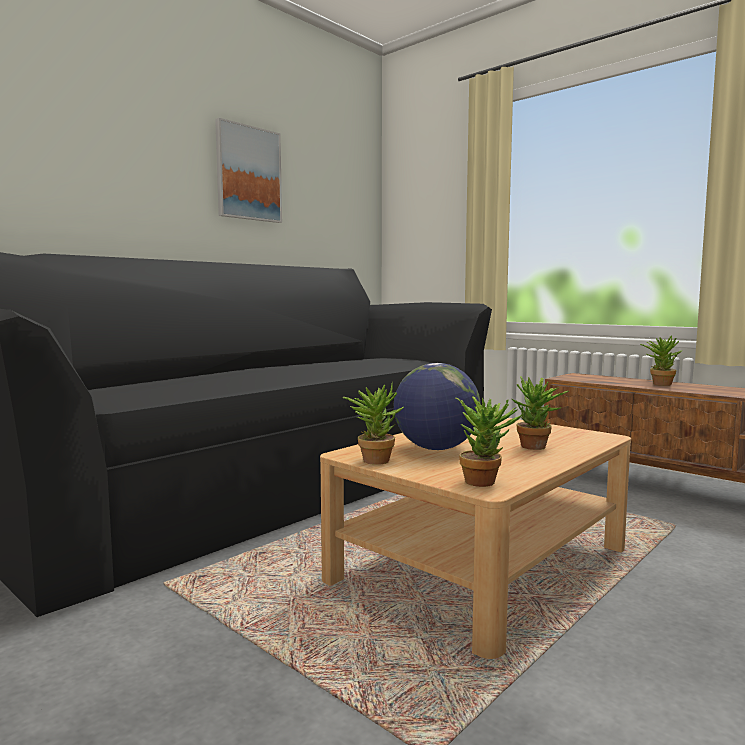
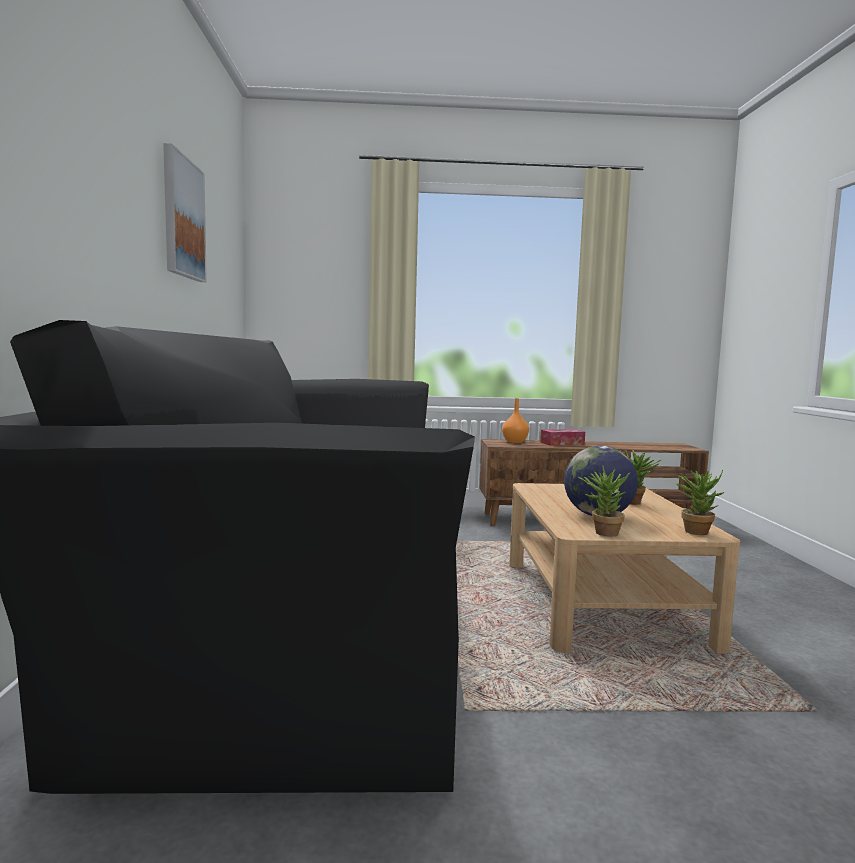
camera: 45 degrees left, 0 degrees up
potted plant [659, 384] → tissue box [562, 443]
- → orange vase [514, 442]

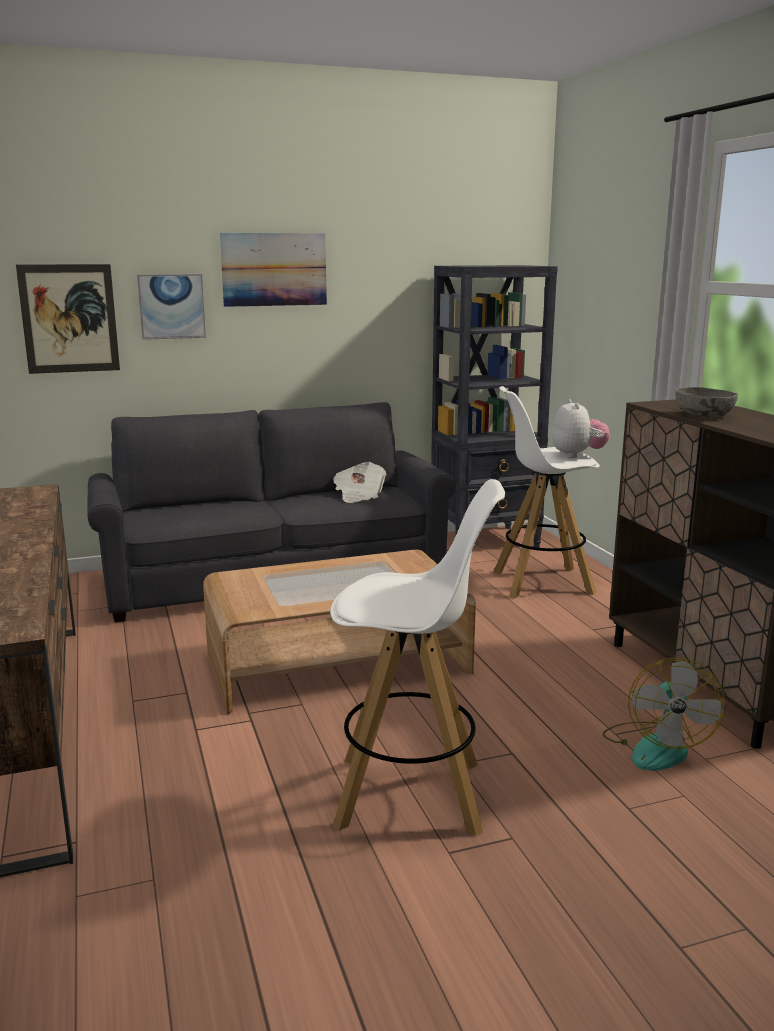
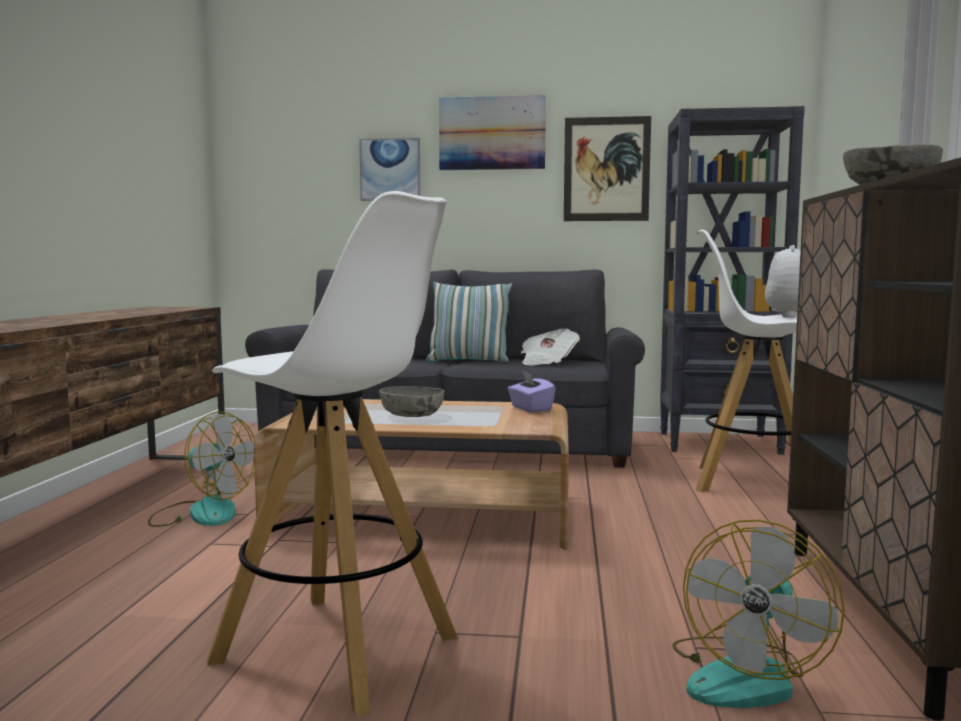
camera: 25 degrees right, 10 degrees down
picture [69, 318] → picture [606, 169], move
- → pillow [468, 361]
- → purple tissue box [530, 409]
- → grey bowl [412, 415]
- → fan [202, 513]

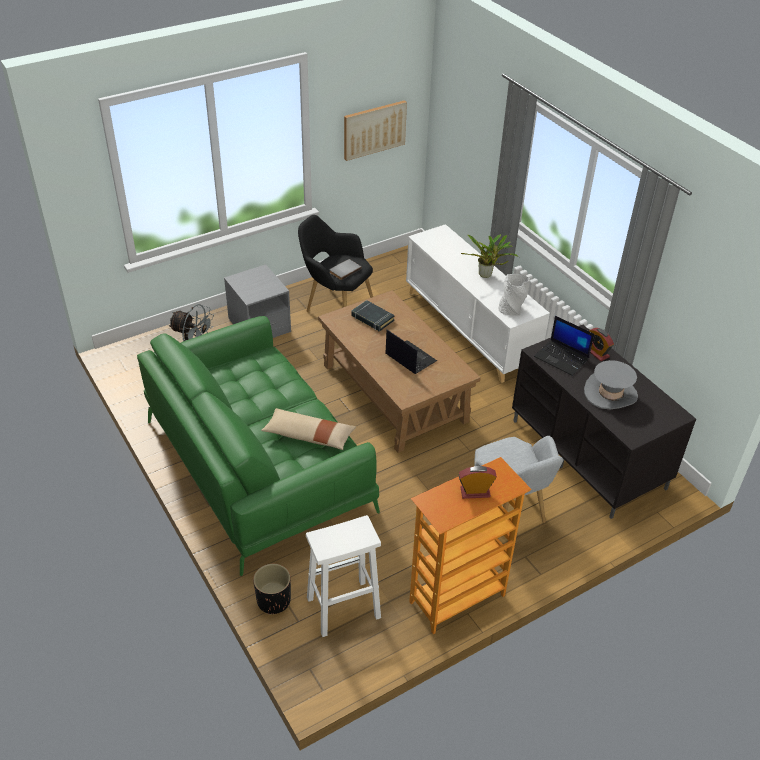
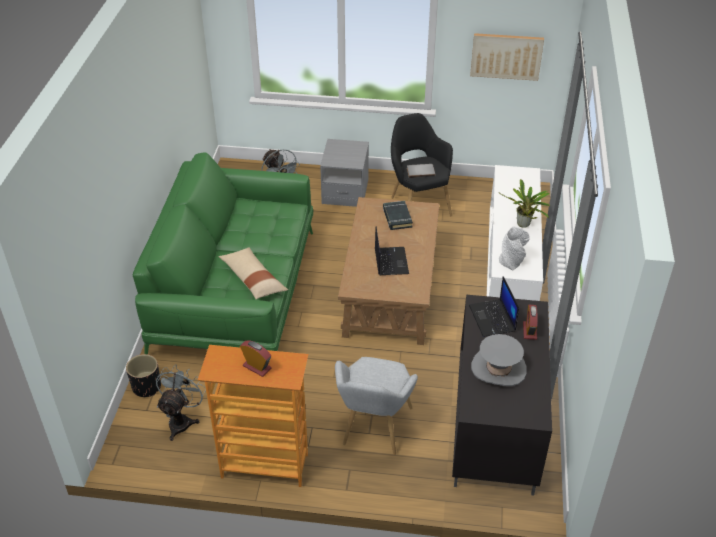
camera: 40 degrees right, 0 degrees up
white stool [342, 608] → grey fan [182, 420]

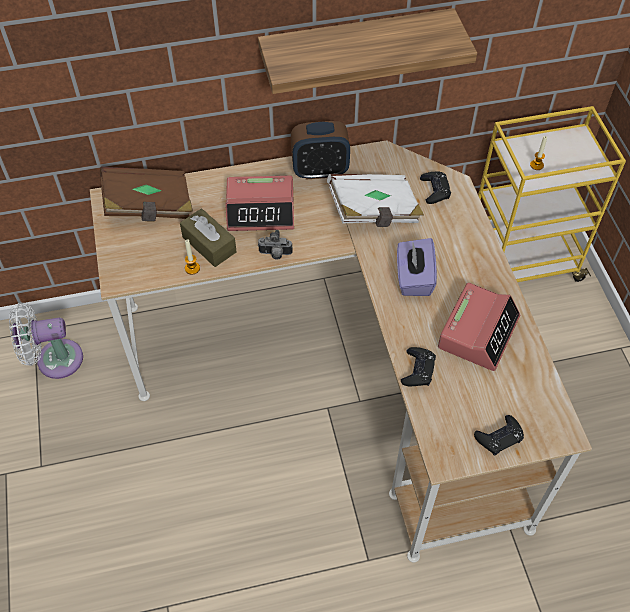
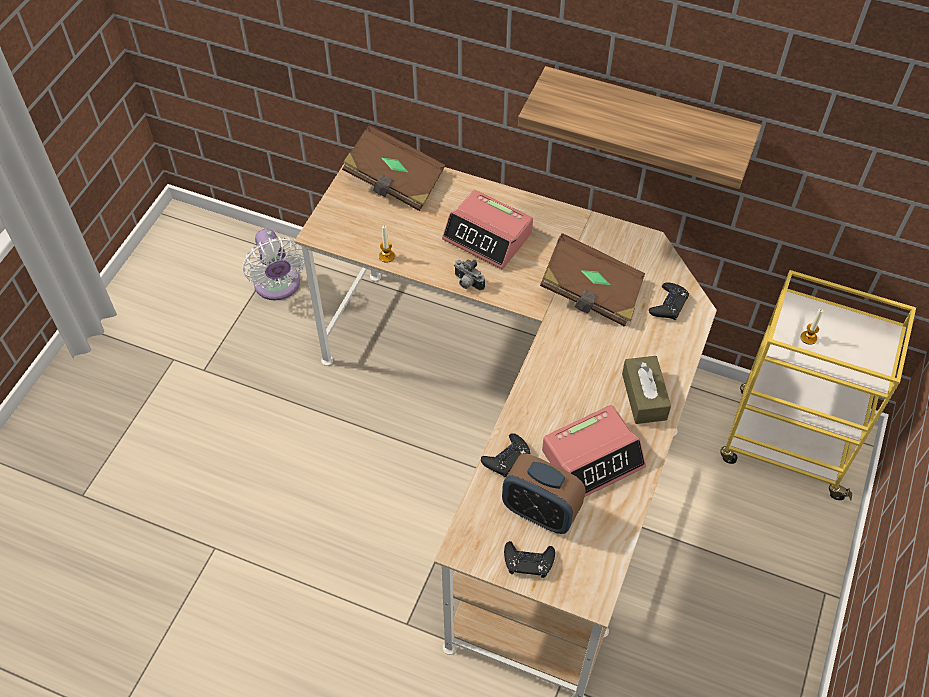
camera: 35 degrees right, 0 degrees up
alarm clock [320, 171] → alarm clock [540, 511], move
white book [374, 212] → brown book [591, 294]
brown tissue box [209, 244] → brown tissue box [644, 396], move
purple tissue box [413, 278] → -
white fan [54, 360] → white fan [278, 286], 135 degrees counterclockwise

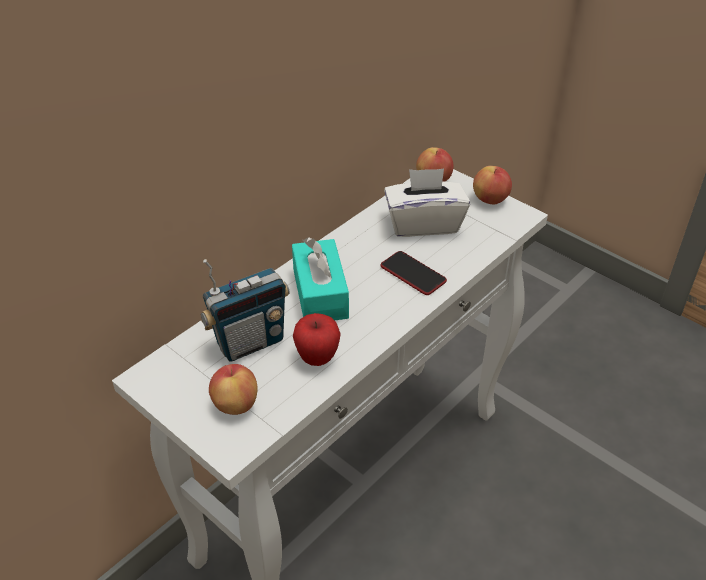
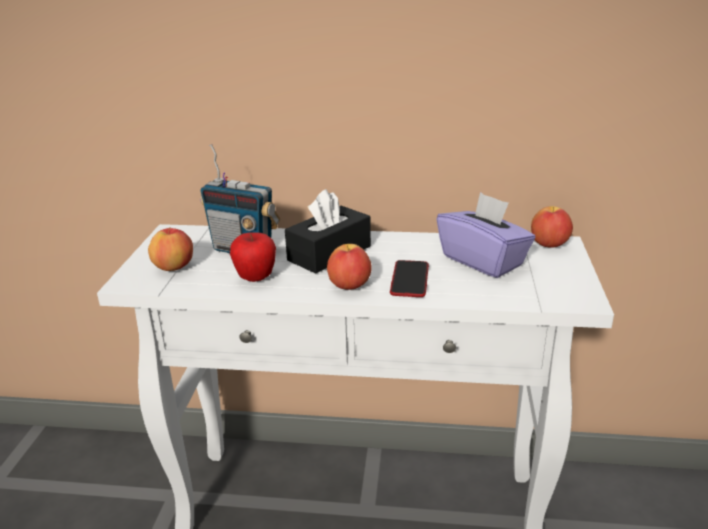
camera: 55 degrees right, 15 degrees down
apple [490, 199] → apple [349, 286], move
white tissue box [423, 223] → purple tissue box [483, 261]
turquoise tissue box [320, 293] → black tissue box [329, 253]

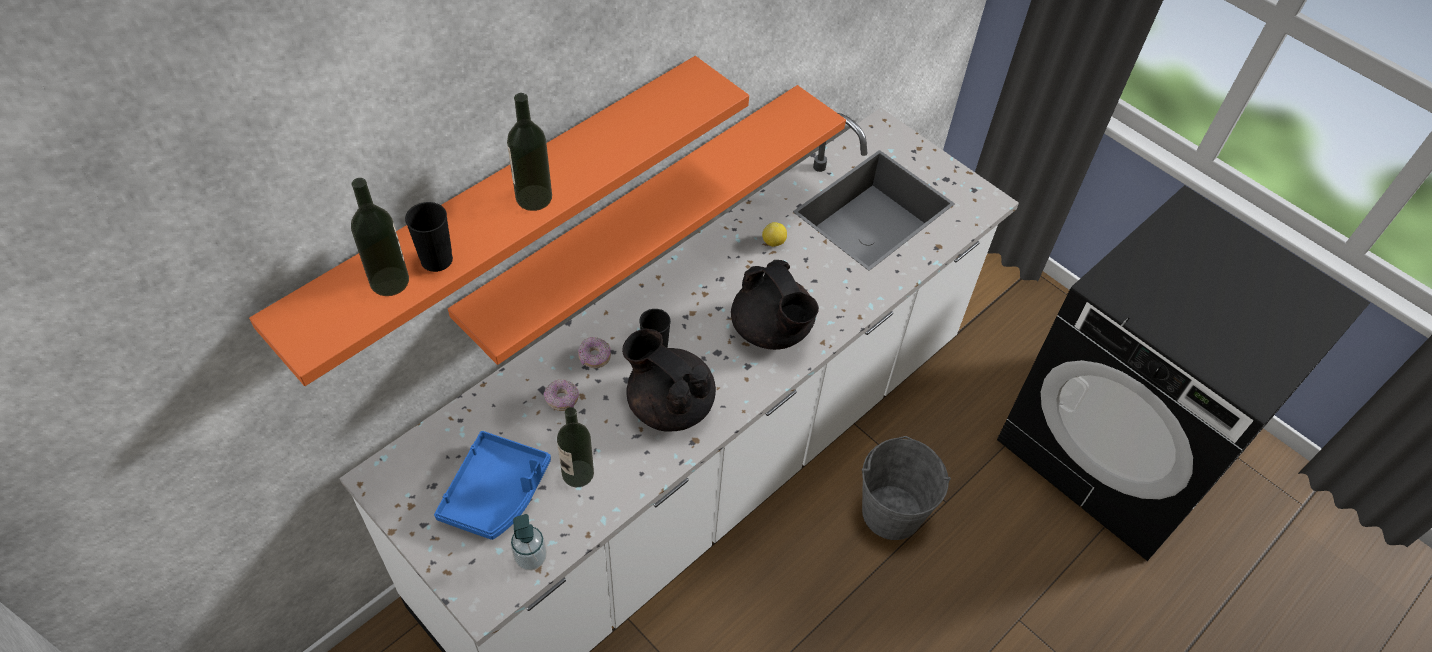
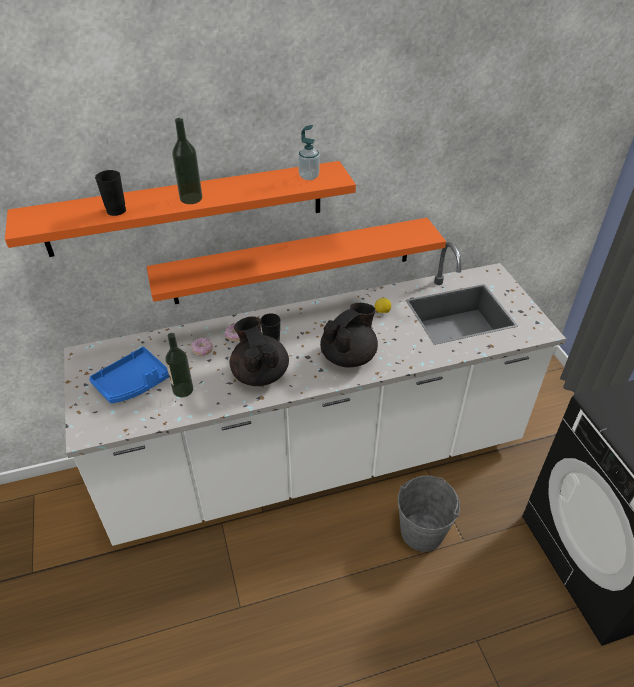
camera: 30 degrees right, 10 degrees down
bottle [389, 281] → -
black teapot [772, 330] → black teapot [349, 356], 135 degrees counterclockwise
soap dispenser [531, 558] → soap dispenser [309, 176], move

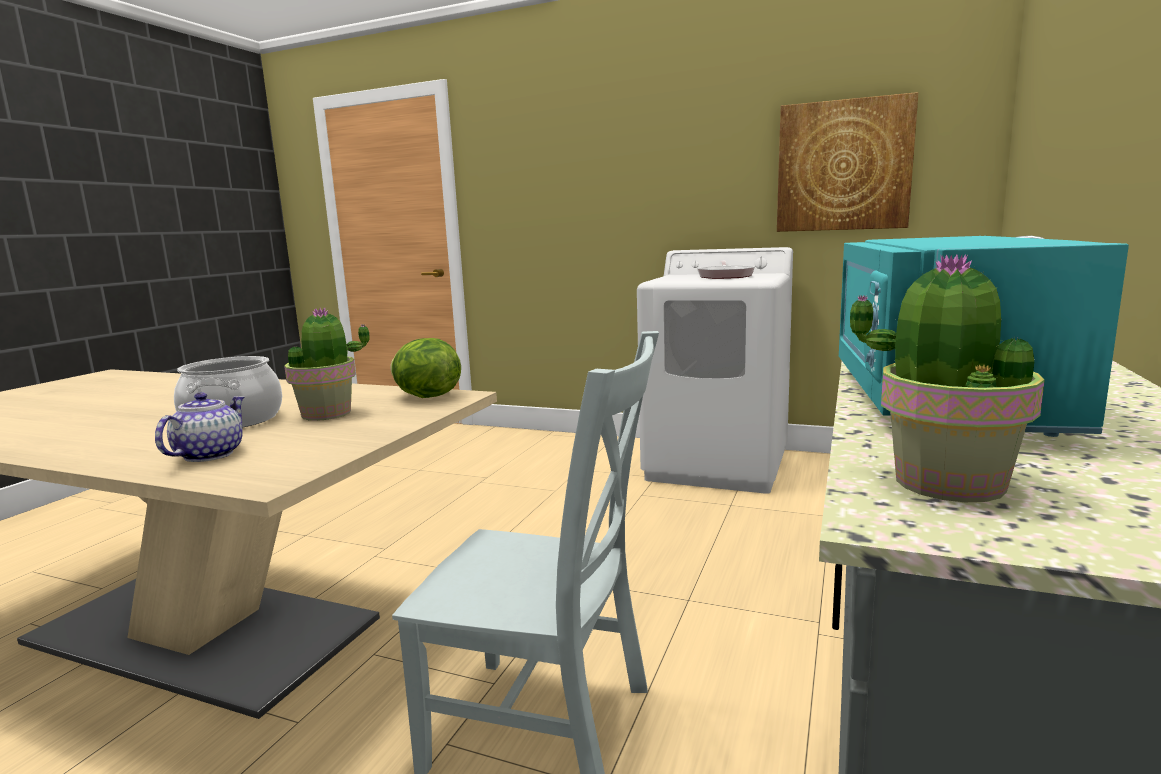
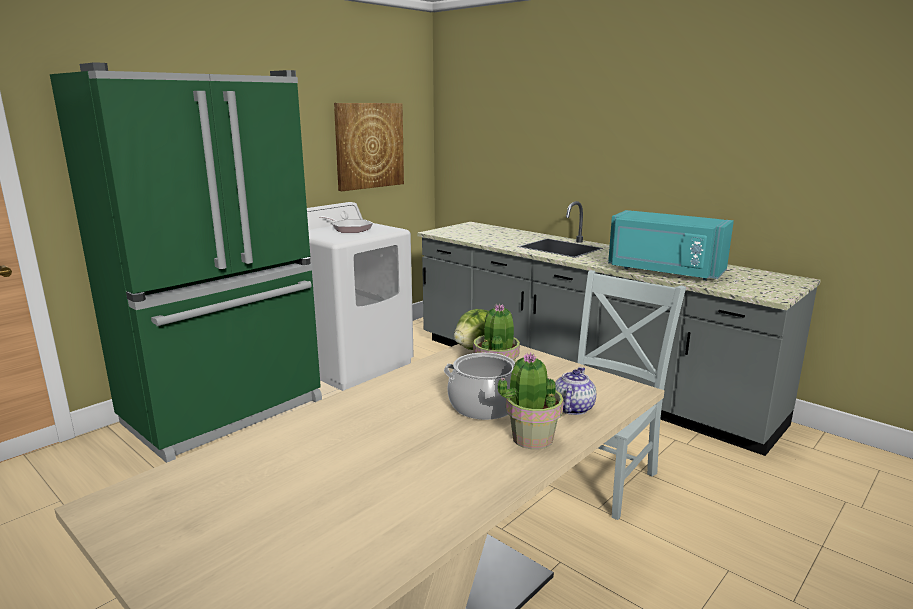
camera: 70 degrees left, 5 degrees up
potted plant [946, 482] → potted plant [531, 438], move
teapot [209, 454] → teapot [572, 408], 75 degrees clockwise
- → green fridge [227, 412]

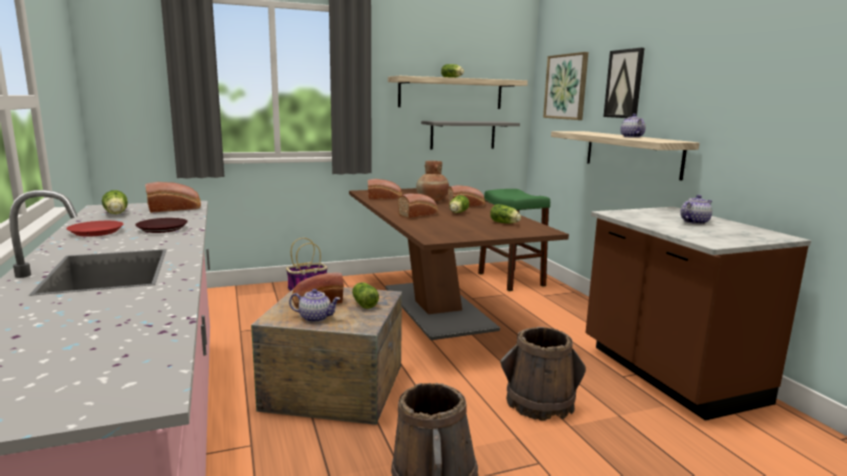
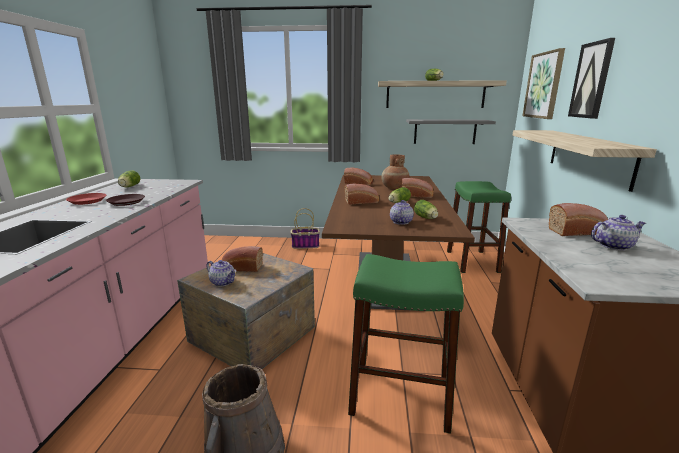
camera: 25 degrees right, 5 degrees up
teapot [631, 137] → teapot [400, 222], move
bread [175, 209] → bread [578, 231], move
lettuce [363, 303] → -
brown bucket [539, 403] → green stool [400, 396]

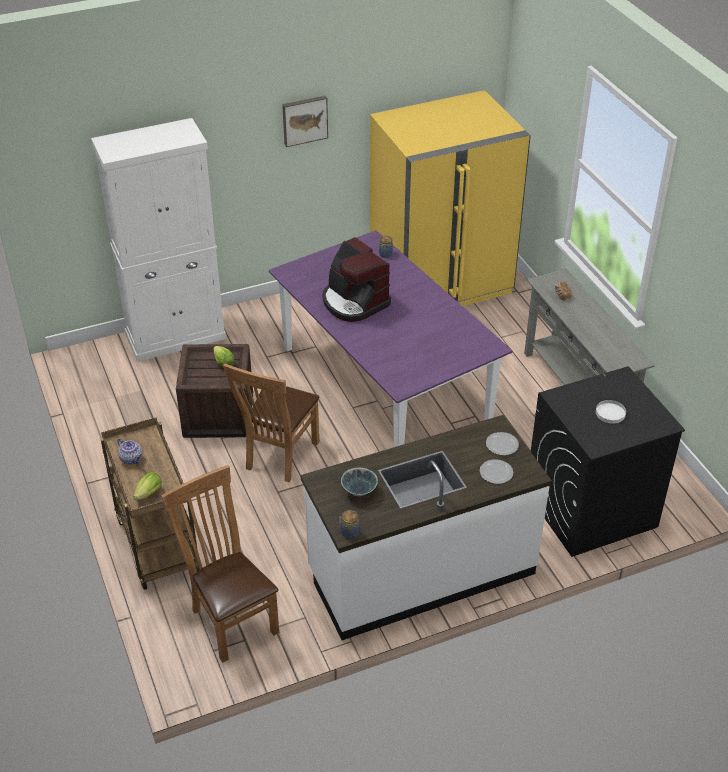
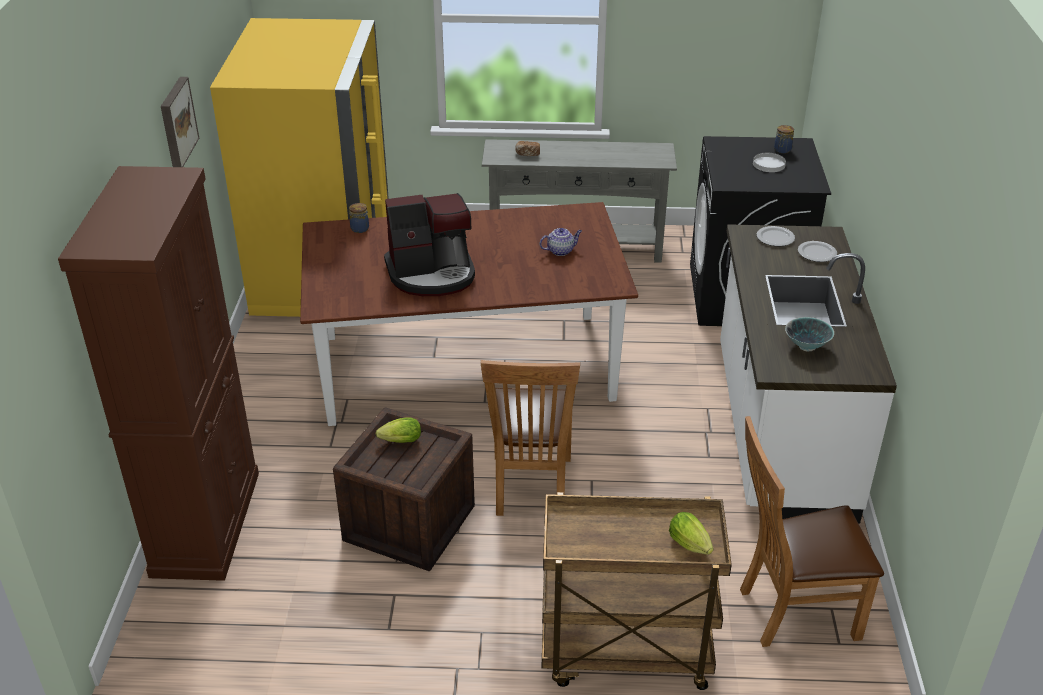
camera: 65 degrees left, 5 degrees down
white cabinet [176, 336] → brown cabinet [206, 522]
purple dining table [385, 386] → brown dining table [467, 367]
brown chair [278, 457] → brown chair [530, 489], 45 degrees clockwise
teapot [132, 459] → teapot [561, 251], move
jar [349, 532] → jar [782, 150], move

